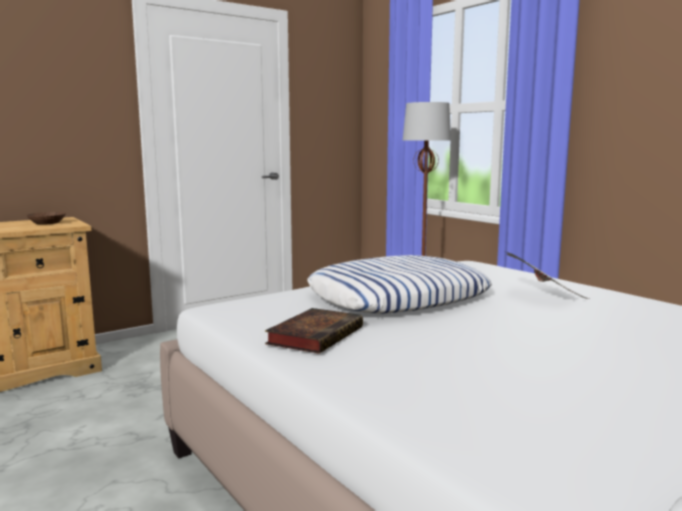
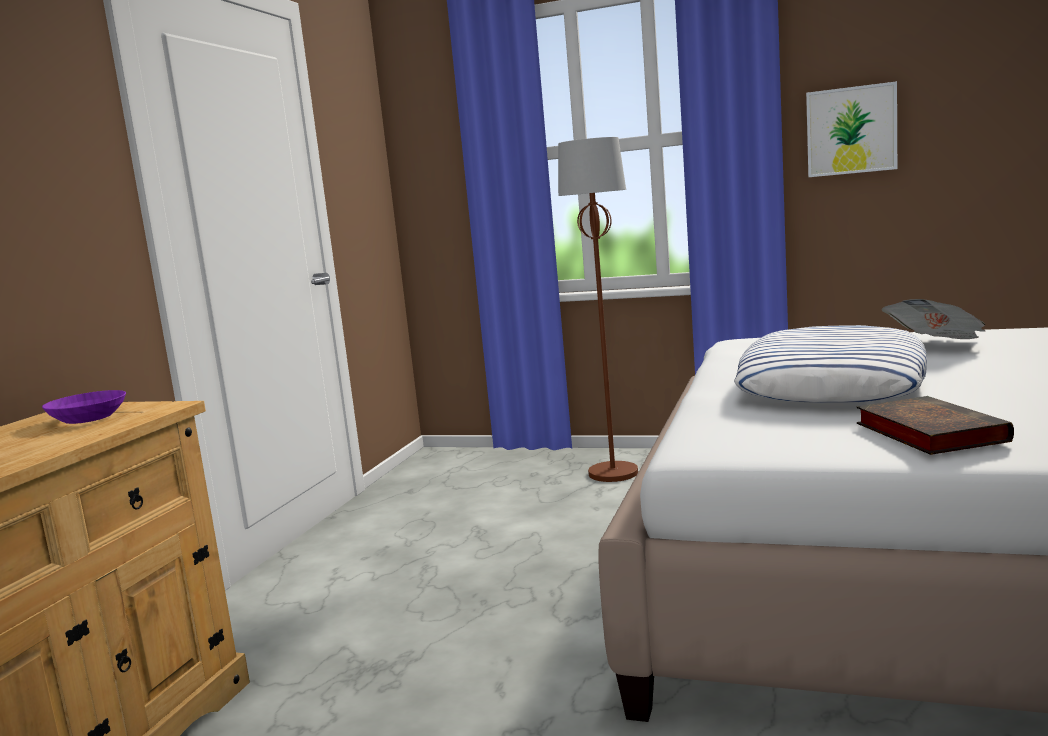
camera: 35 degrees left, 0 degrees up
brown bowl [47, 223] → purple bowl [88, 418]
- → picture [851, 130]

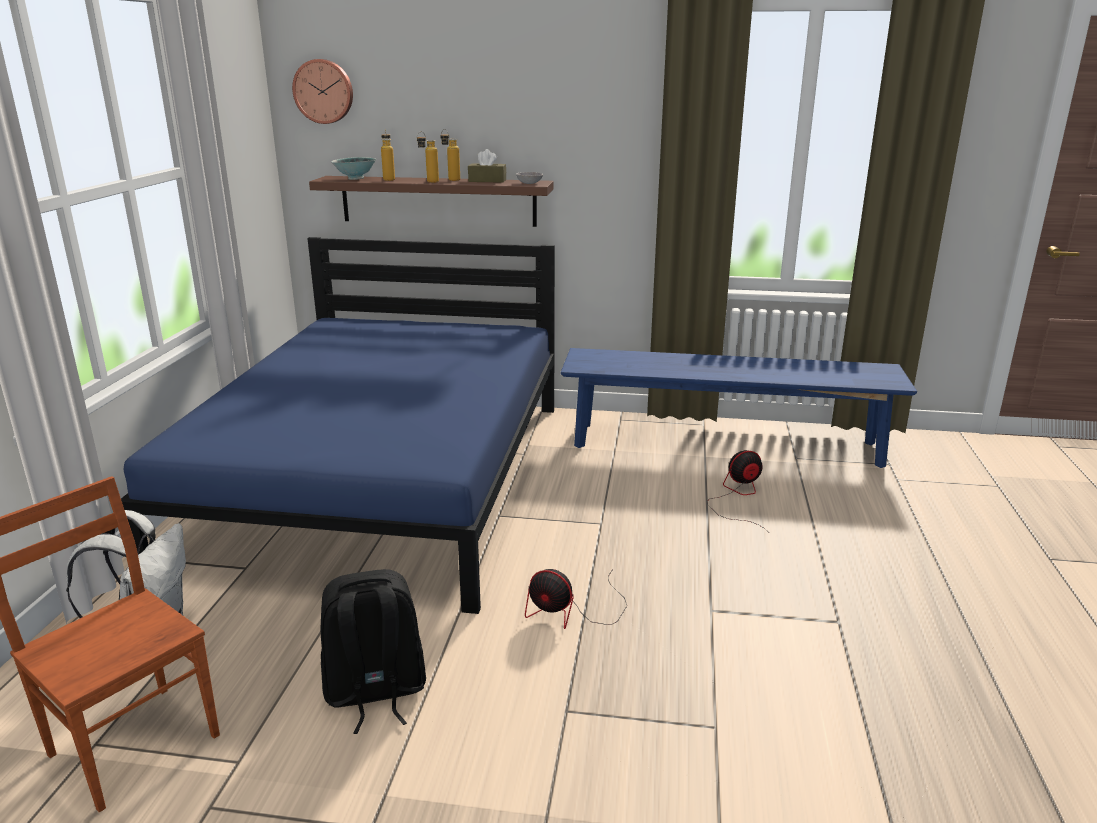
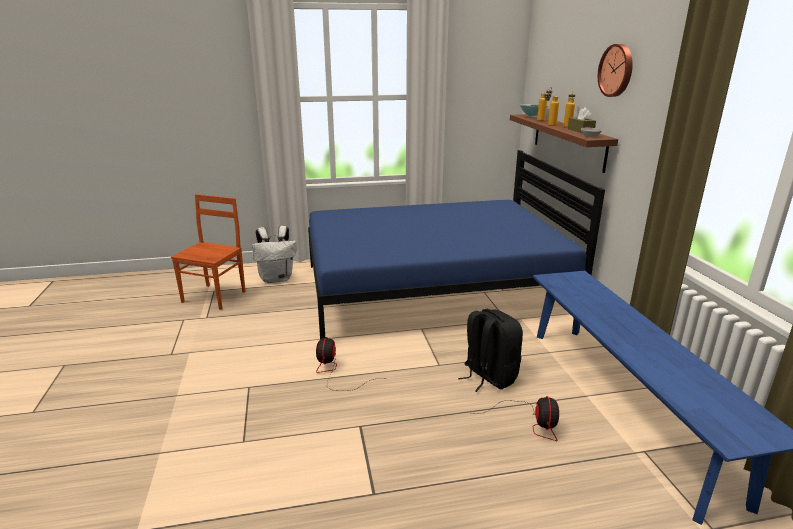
camera: 70 degrees right, 0 degrees up
wall clock [324, 91] → wall clock [617, 70], move
fan [739, 497] → fan [530, 422], 45 degrees clockwise
black backpack [375, 693] → black backpack [488, 376], move

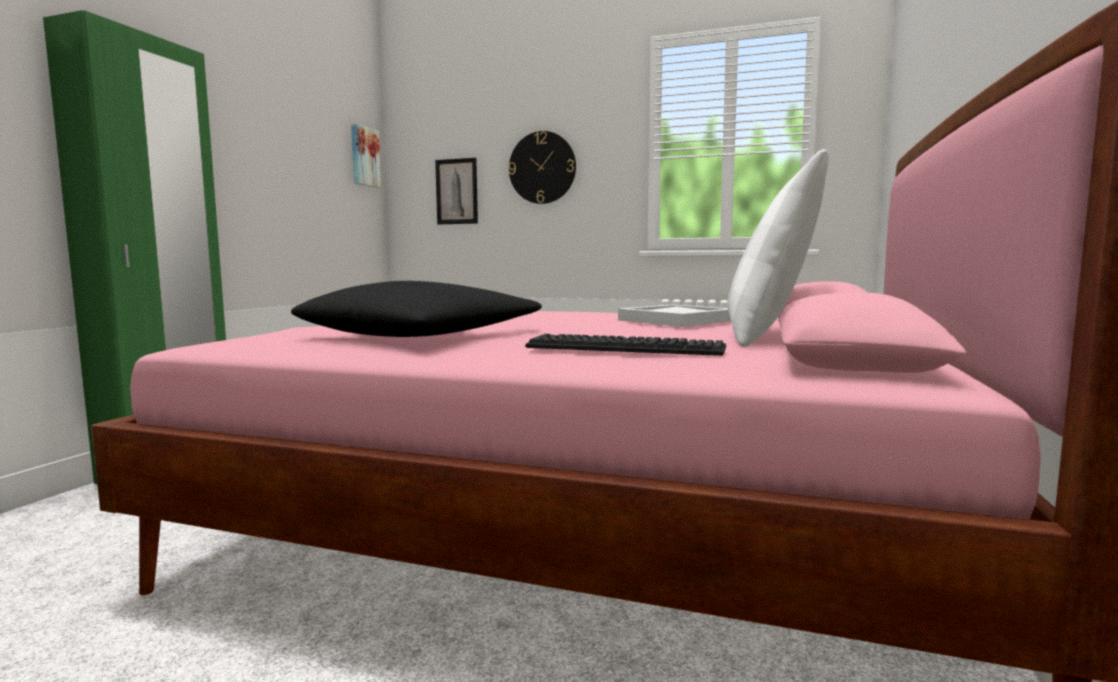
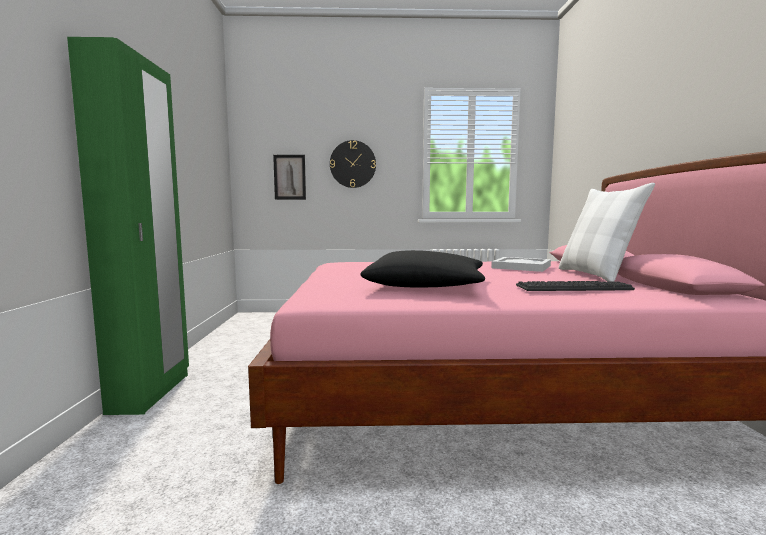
camera: 20 degrees left, 0 degrees up
picture [364, 156] → -

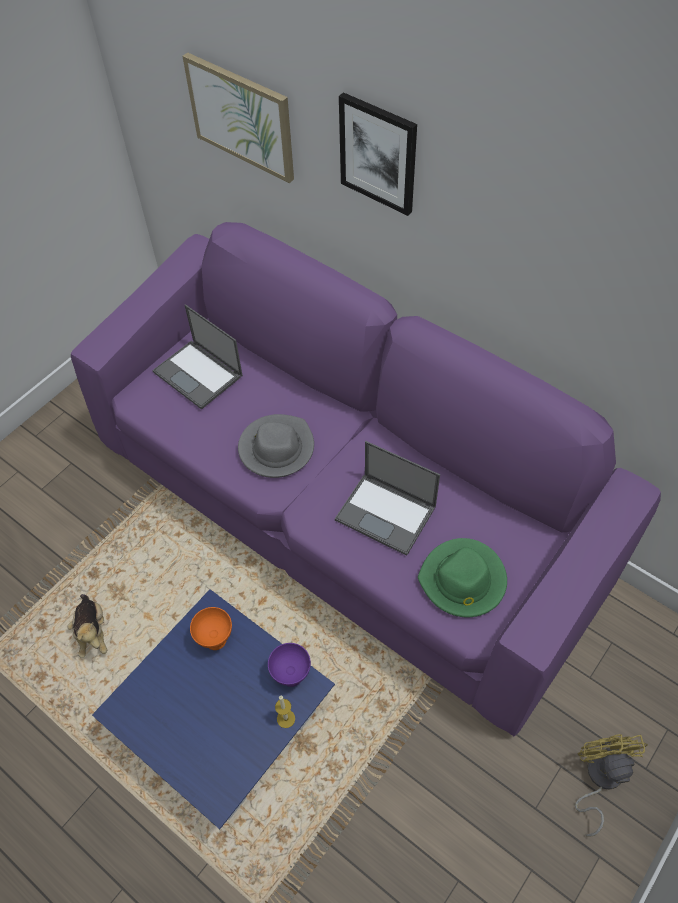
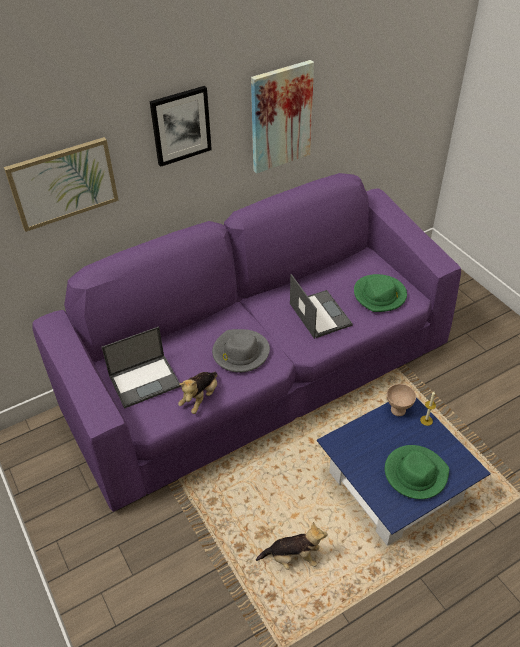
camera: 70 degrees left, 10 degrees down
laptop [387, 513] → laptop [319, 314], 75 degrees counterclockwise
orange bowl [216, 640] → -
purple bowl [290, 676] → beige bowl [398, 410]
yellow fan [599, 778] → -
- → picture [280, 117]
- → plush toy [200, 398]
- → green hat [415, 473]

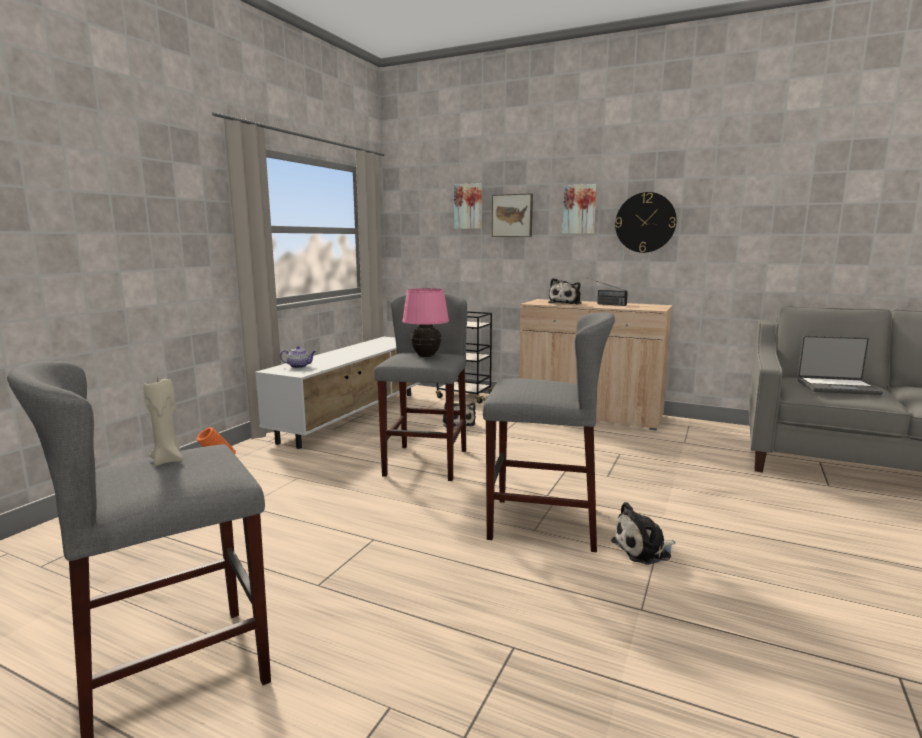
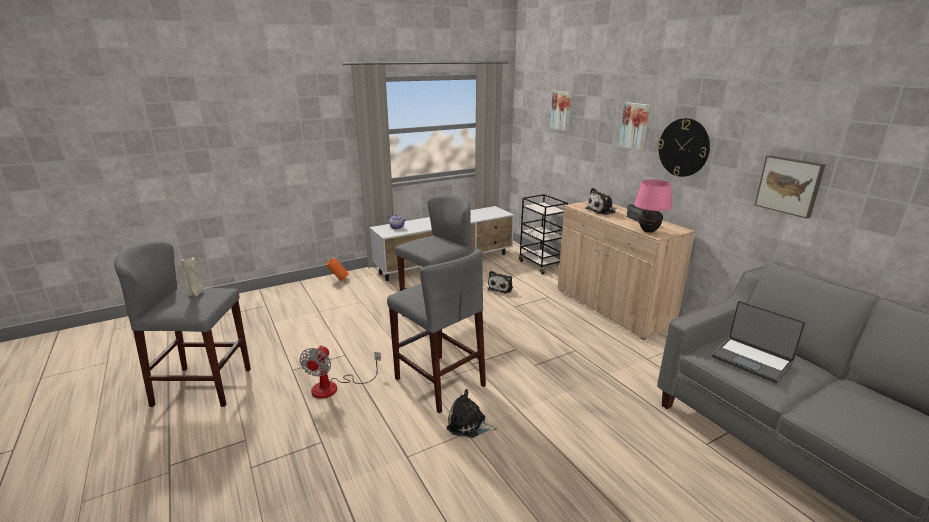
camera: 35 degrees right, 10 degrees up
picture [512, 215] → picture [789, 185], move
pink table lamp [426, 356] → pink table lamp [648, 231], move
- → fan [334, 387]

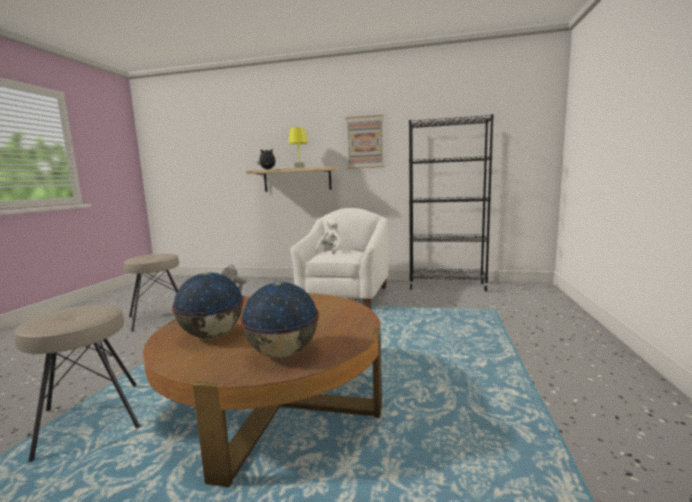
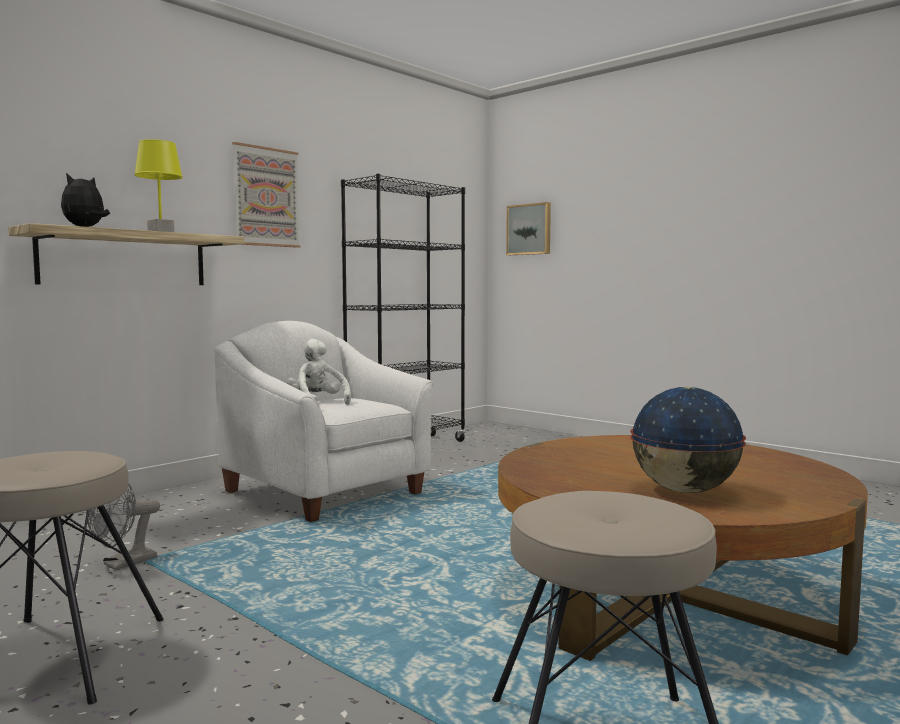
camera: 60 degrees left, 5 degrees down
globe [283, 353] → -
- → picture [529, 229]

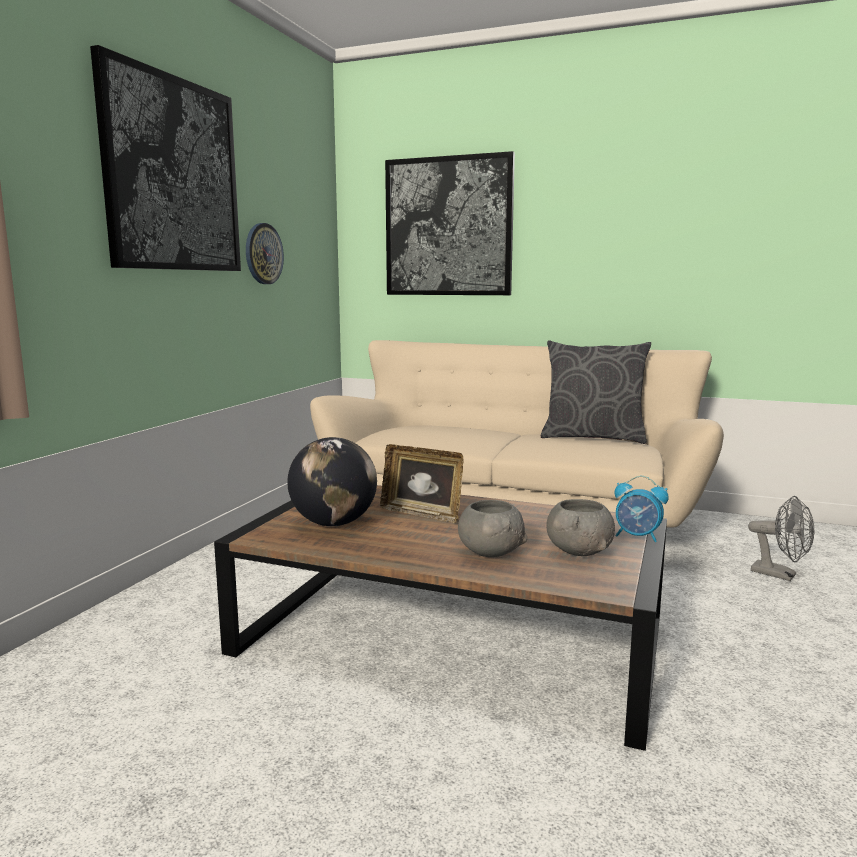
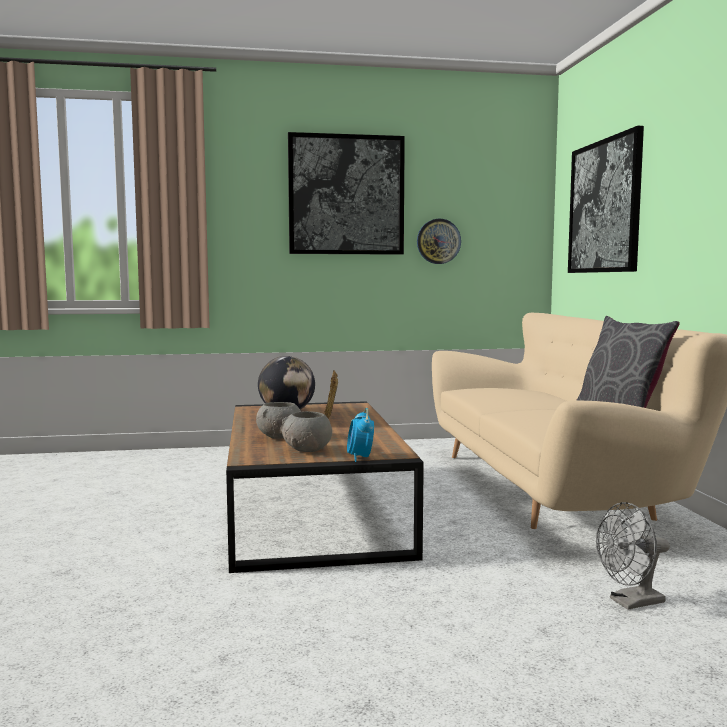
camera: 60 degrees right, 5 degrees down
grey fan [780, 575] → grey fan [631, 602], 60 degrees clockwise

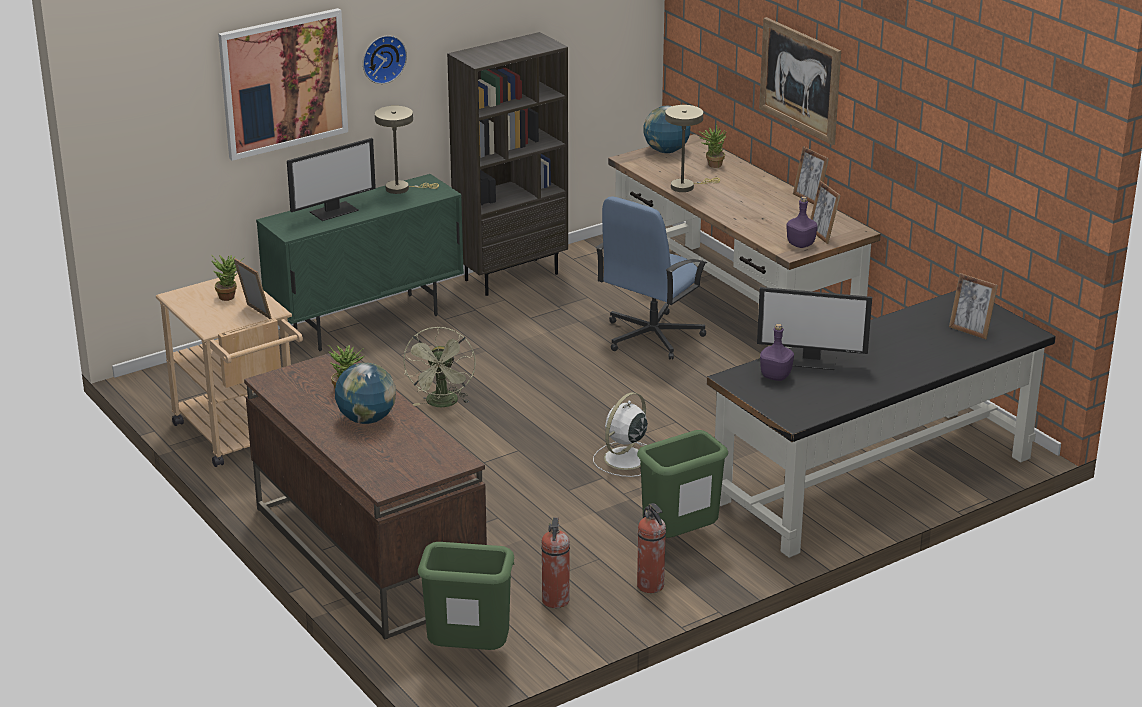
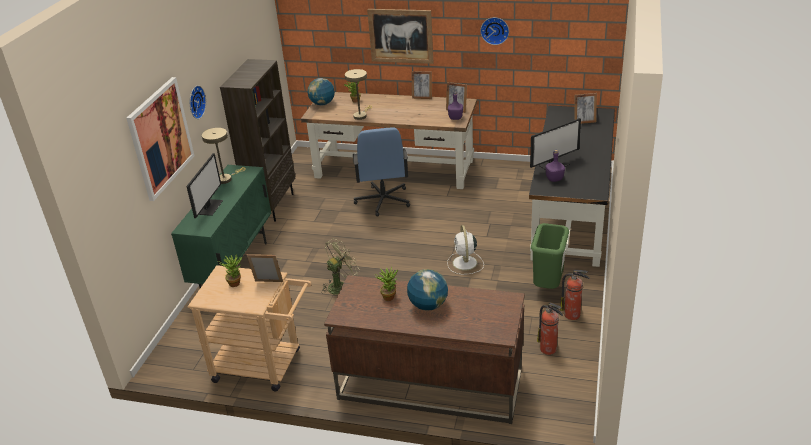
camera: 40 degrees left, 5 degrees up
green fan [442, 404] → green fan [341, 286], 90 degrees counterclockwise
green trash can [469, 654] → -
- → wall clock [495, 30]

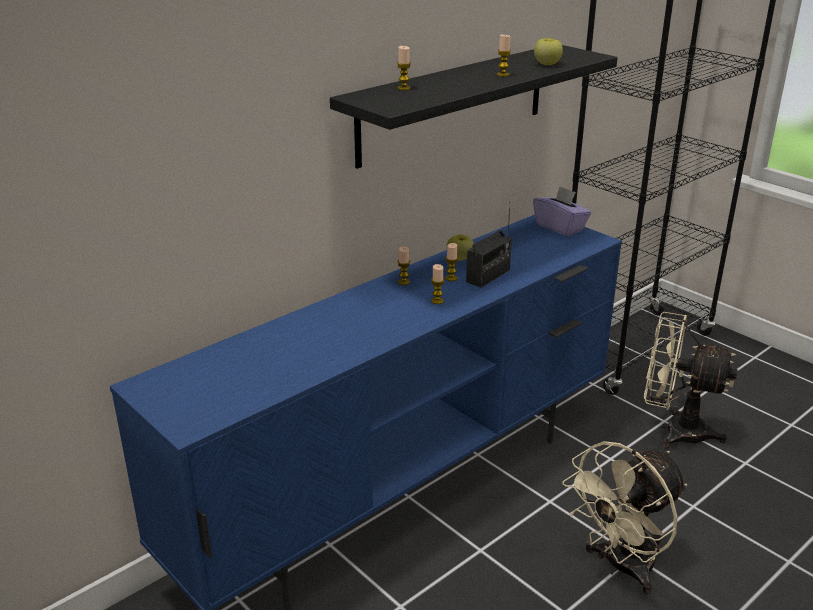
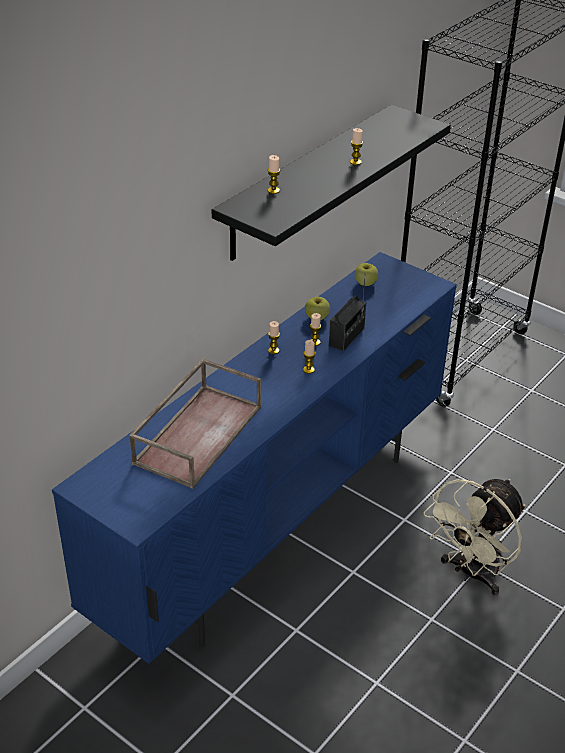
camera: 10 degrees left, 10 degrees up
apple [547, 64] → apple [365, 283], move
purple tissue box [560, 227] → -
beige fan [674, 430] → -
- → brown tray [198, 433]

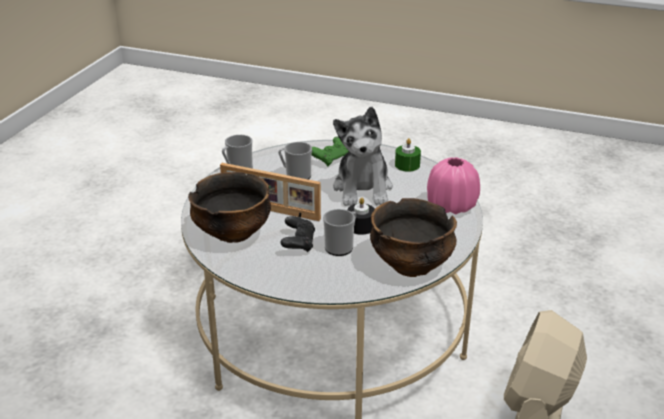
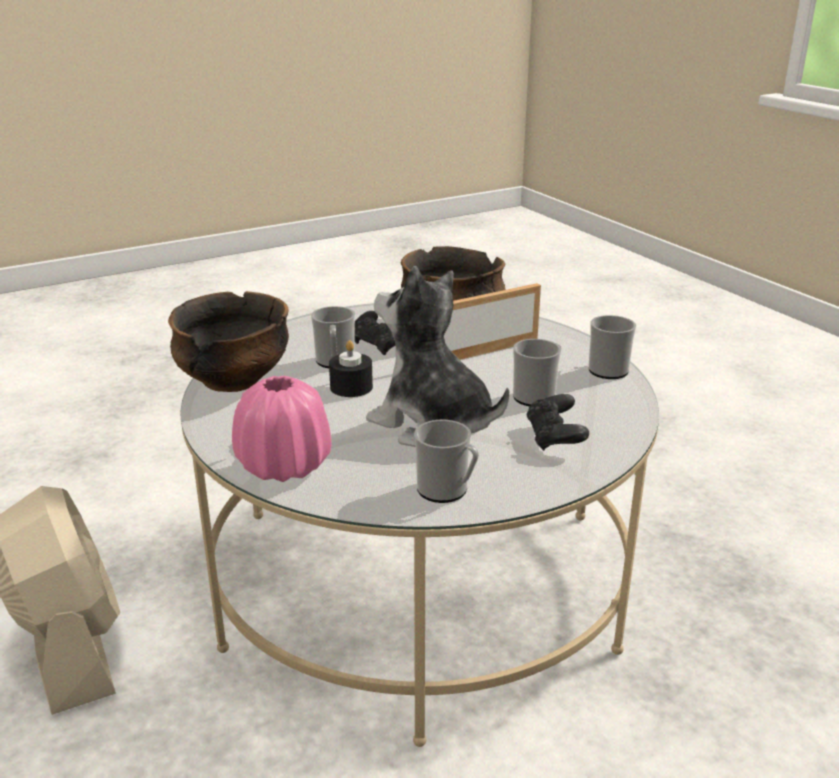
camera: 130 degrees right, 5 degrees down
green game controller [331, 159] → black game controller [555, 438]
green candle [407, 165] → mug [447, 491]

